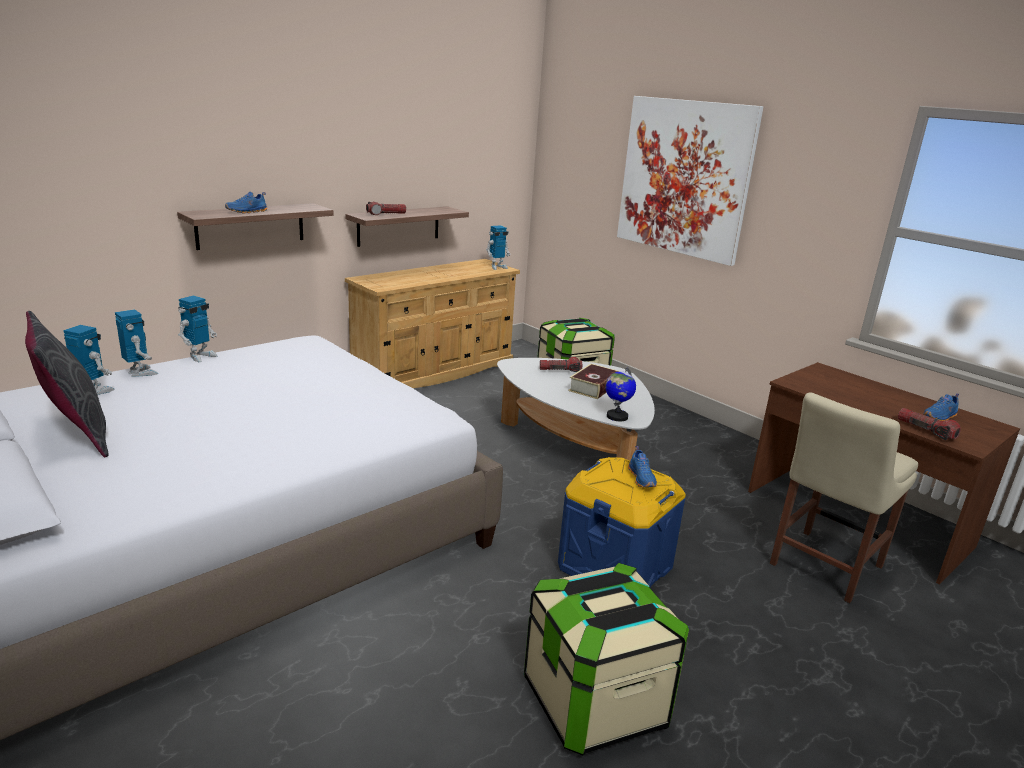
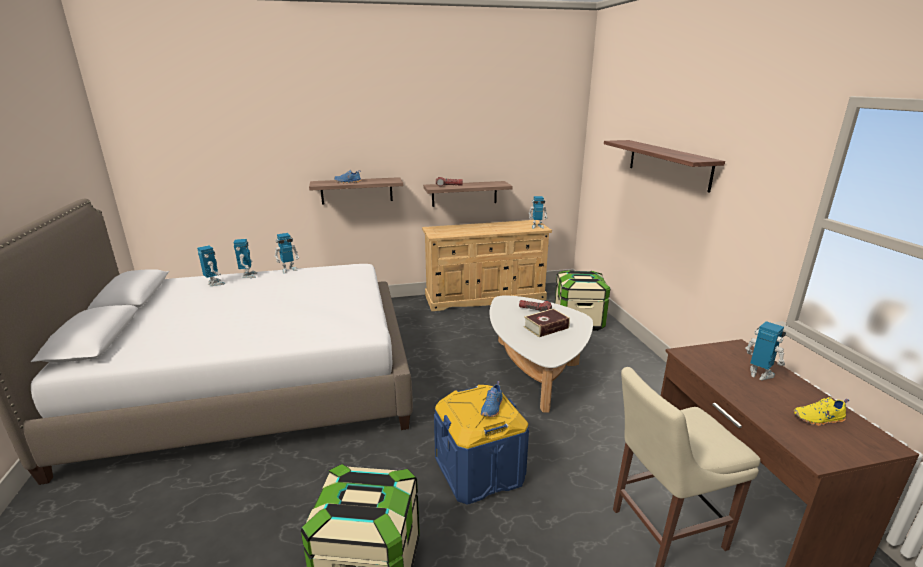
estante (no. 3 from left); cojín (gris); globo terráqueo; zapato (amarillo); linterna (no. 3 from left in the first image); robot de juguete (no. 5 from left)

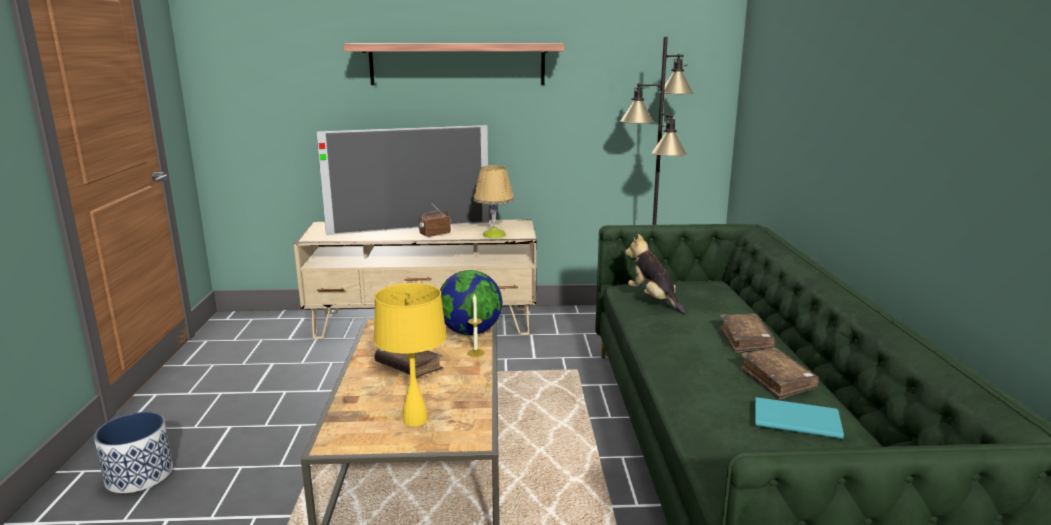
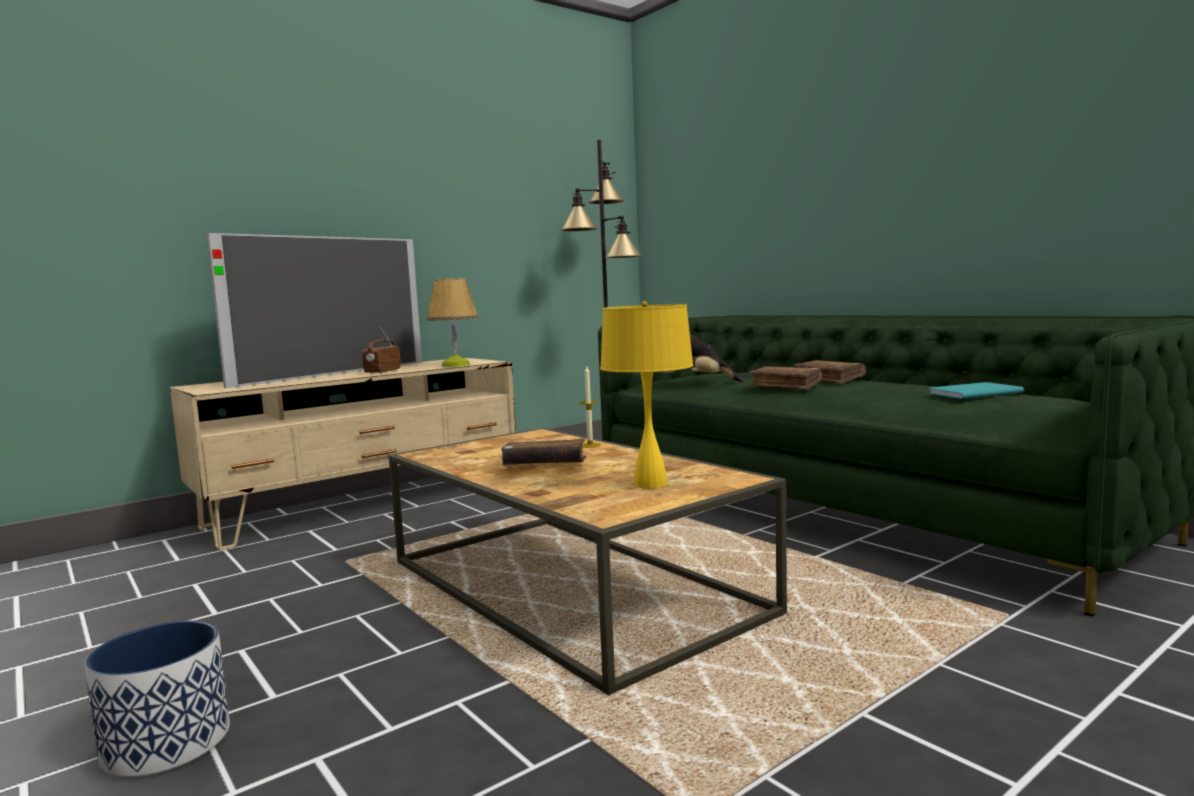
estante; globo terráqueo; libro (marrón) (no. 2 from left)

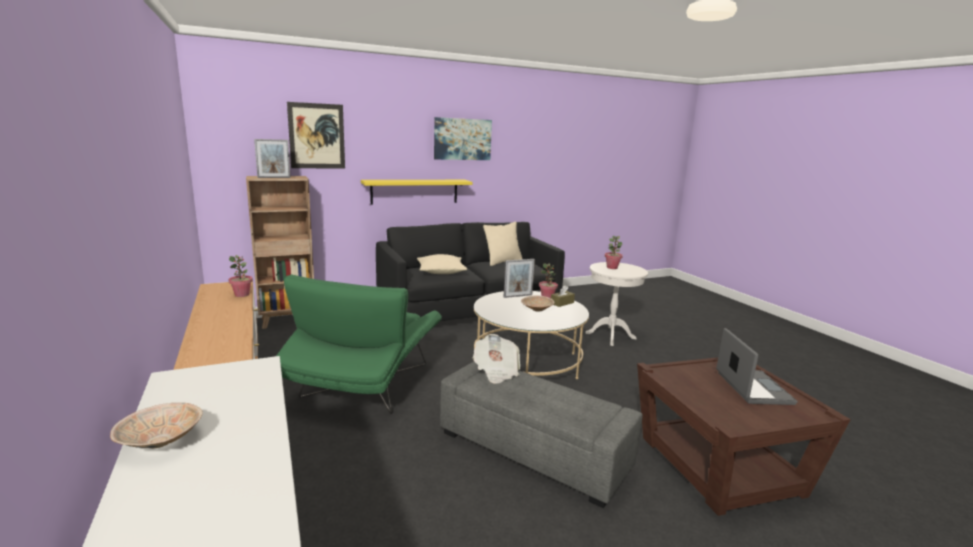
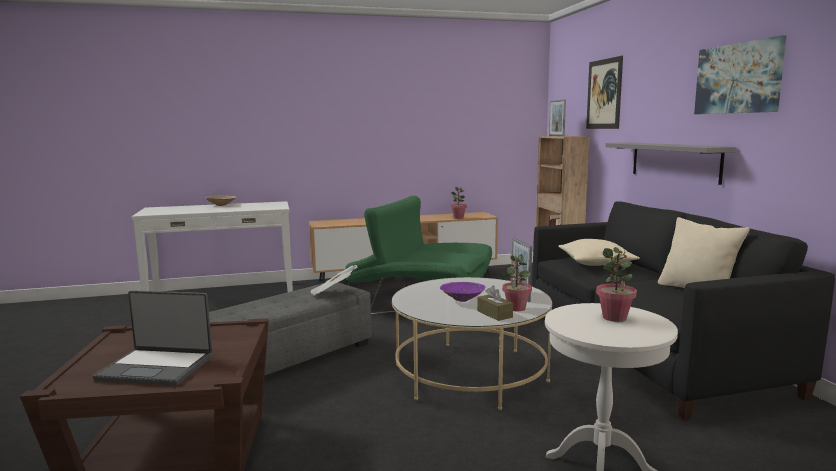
estante (gris); cuenco (morado)

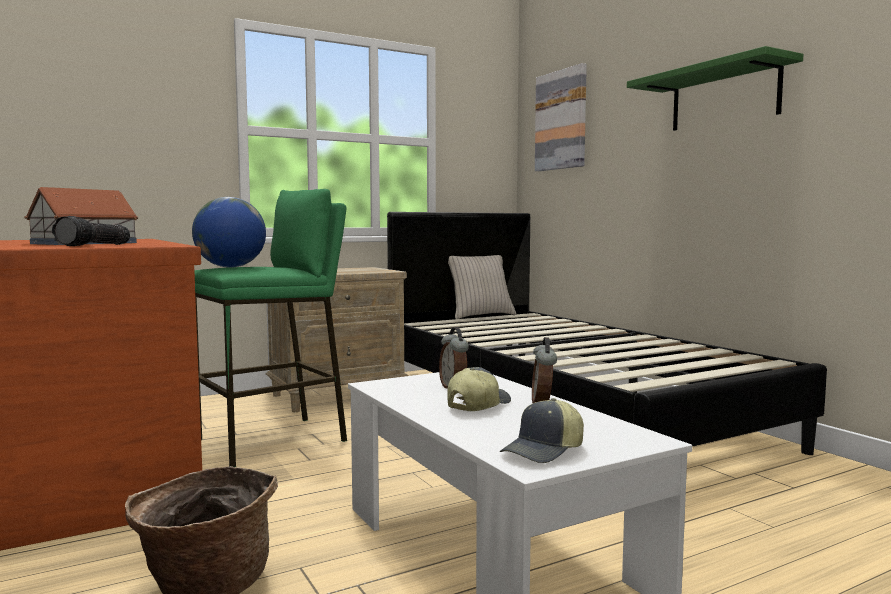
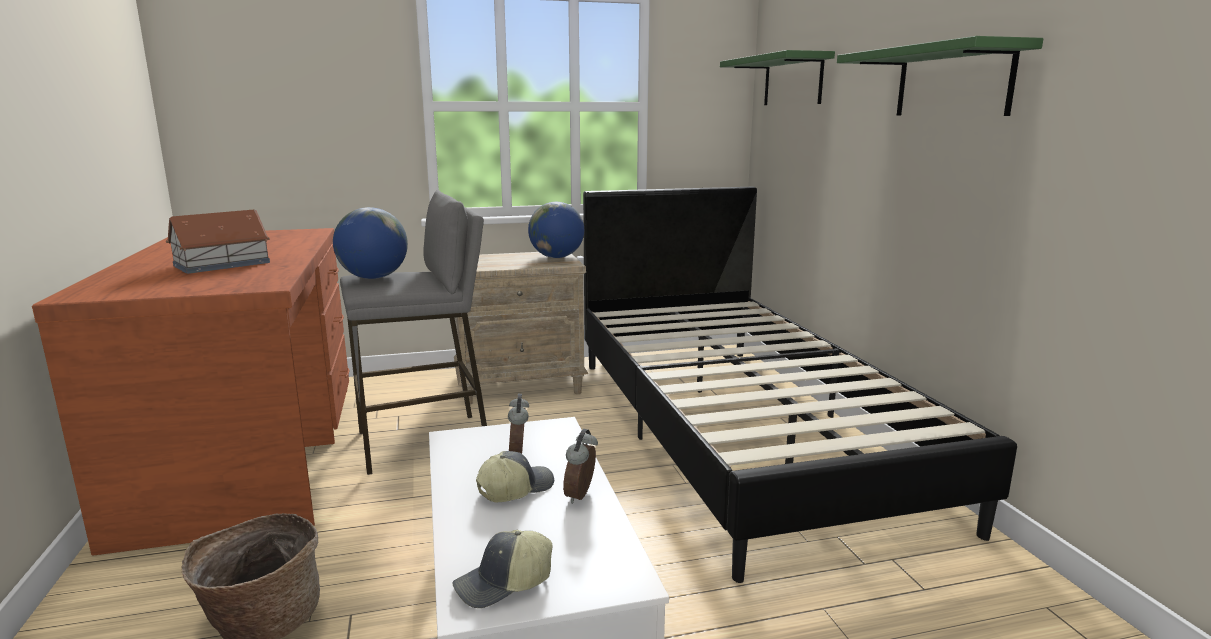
estante (verde) (no. 1 from left); taburete (gris); linterna; cojín (beis); globo terráqueo (no. 2 from left)

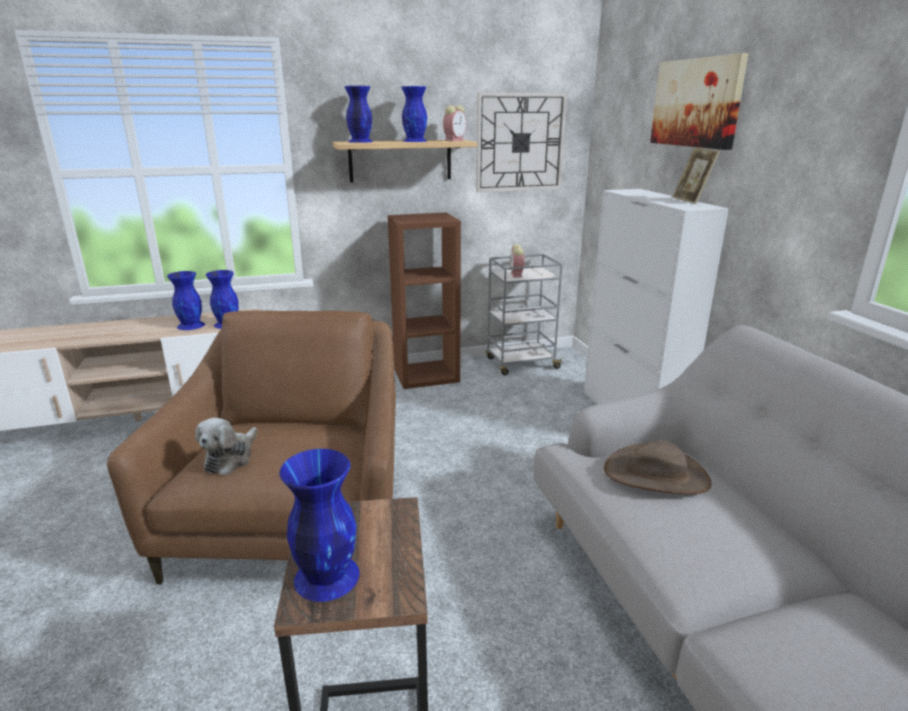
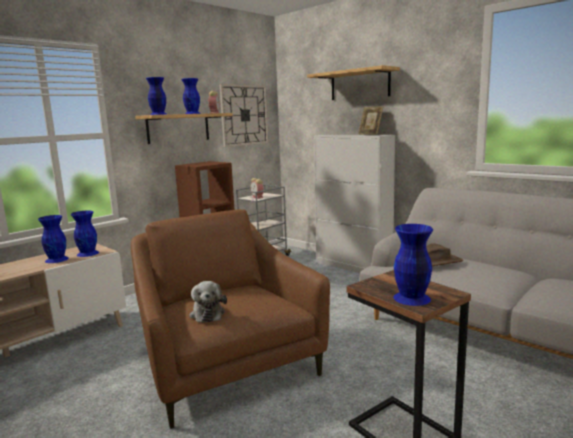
estante (no. 2 from left)

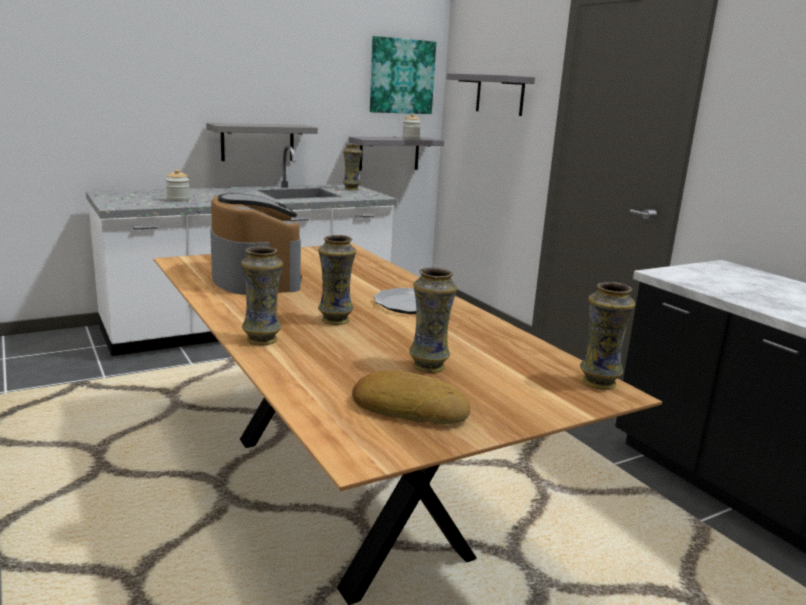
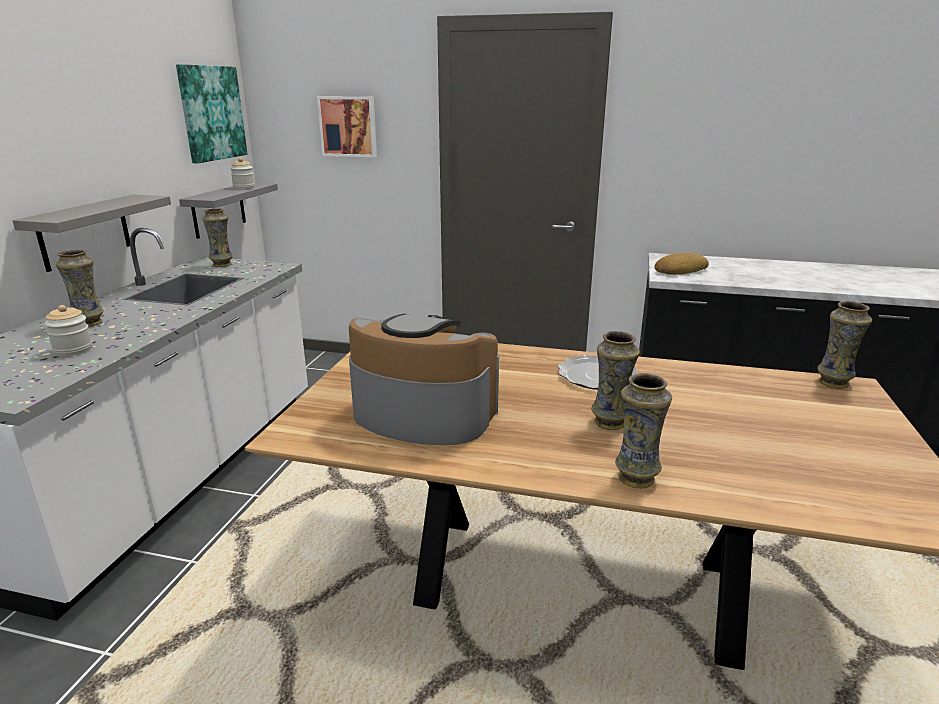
cuadro (no. 2 from left); florero (no. 1 from left); pan

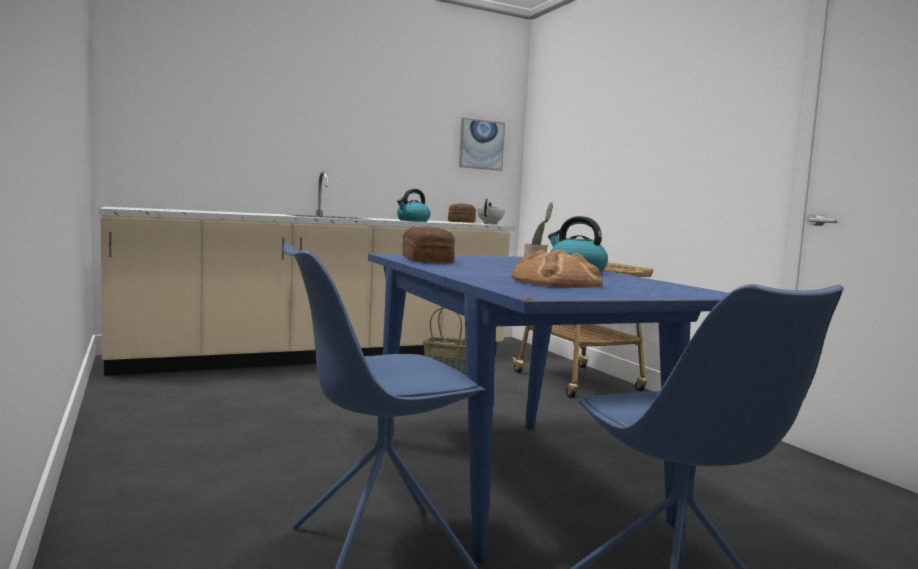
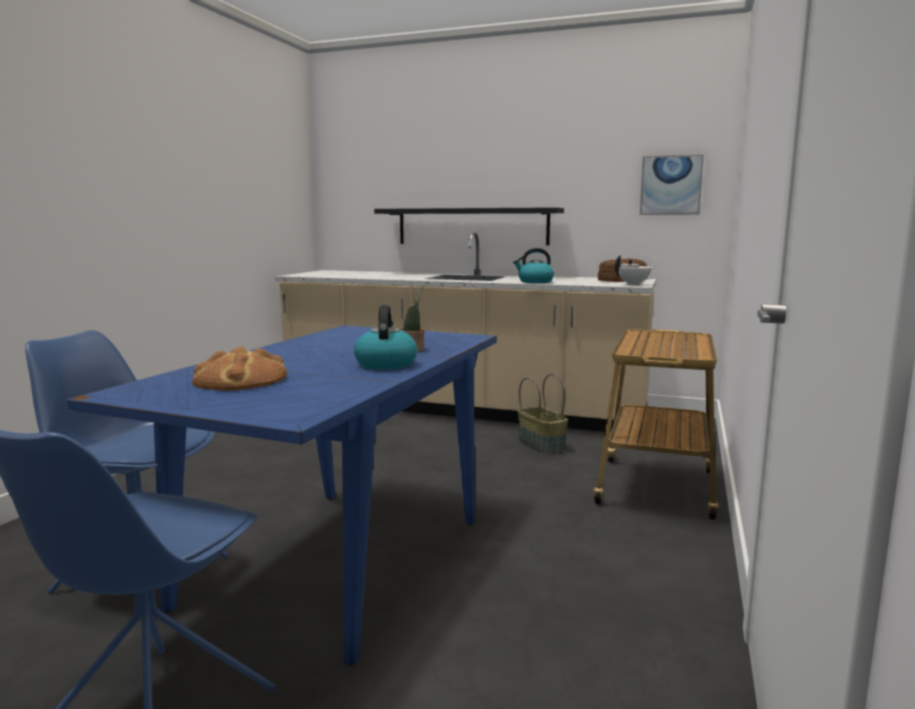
pan (no. 1 from left in the first image); estante (negro)

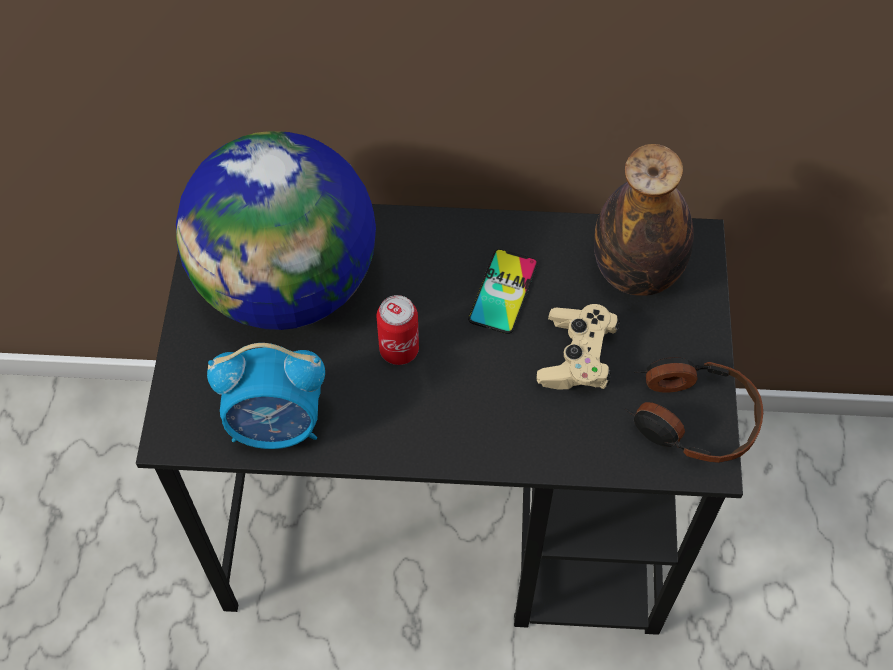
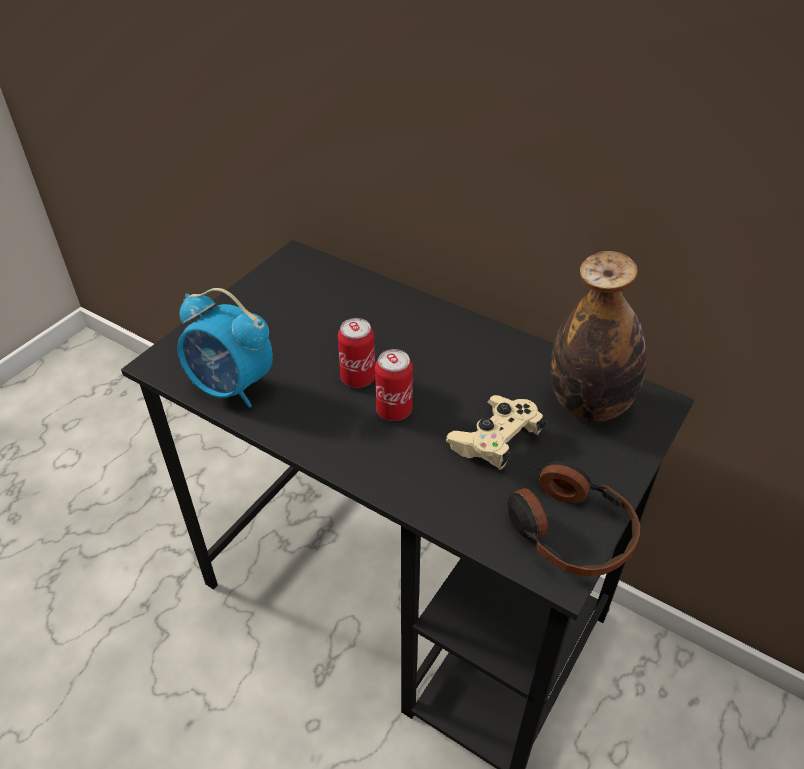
globo terráqueo; móvil; lata (no. 2 from left)

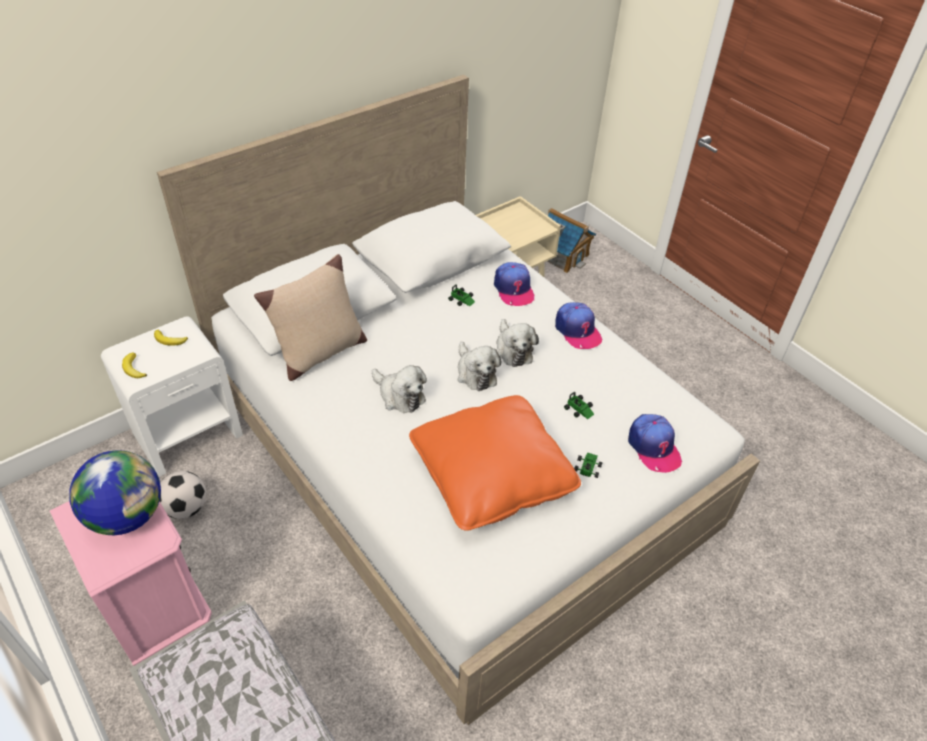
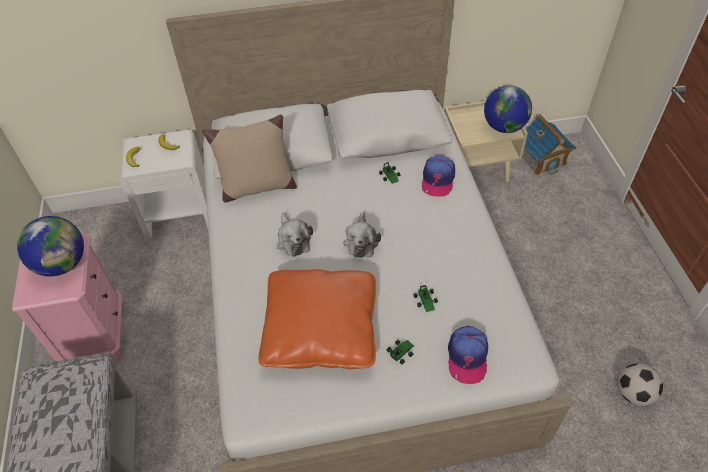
gorra (no. 2 from left in the first image); peluche (no. 3 from left in the first image); balón de fútbol; globo terráqueo (no. 2 from left)

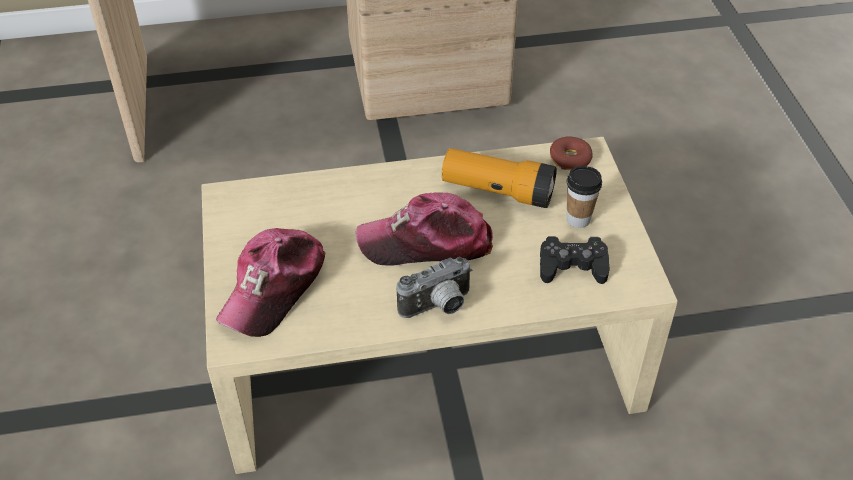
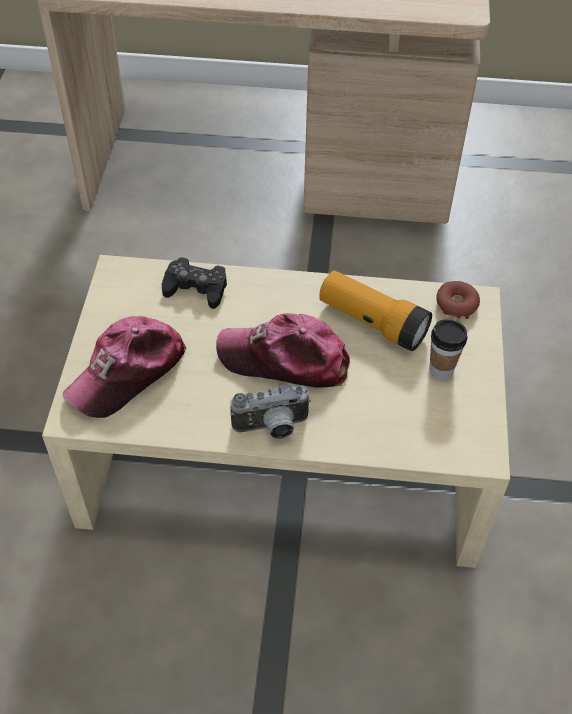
mando de consola (negro)

